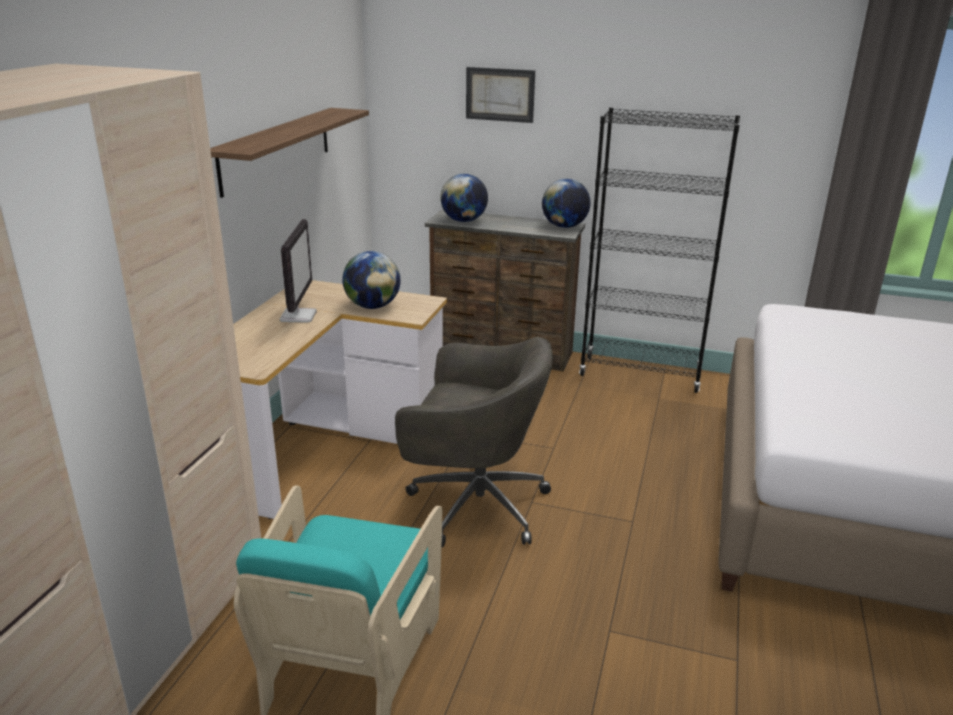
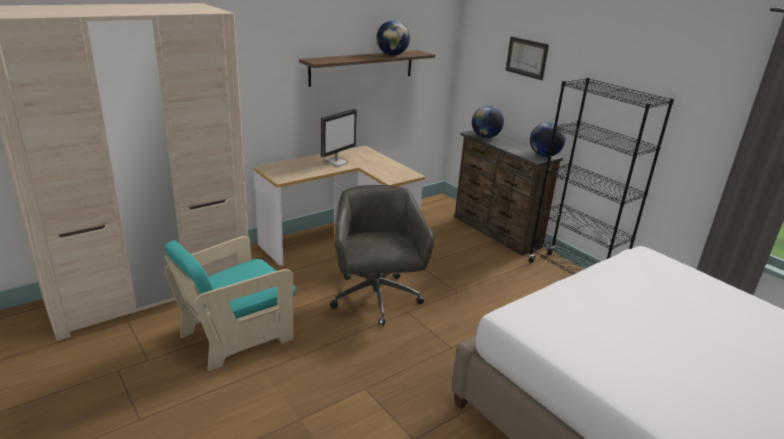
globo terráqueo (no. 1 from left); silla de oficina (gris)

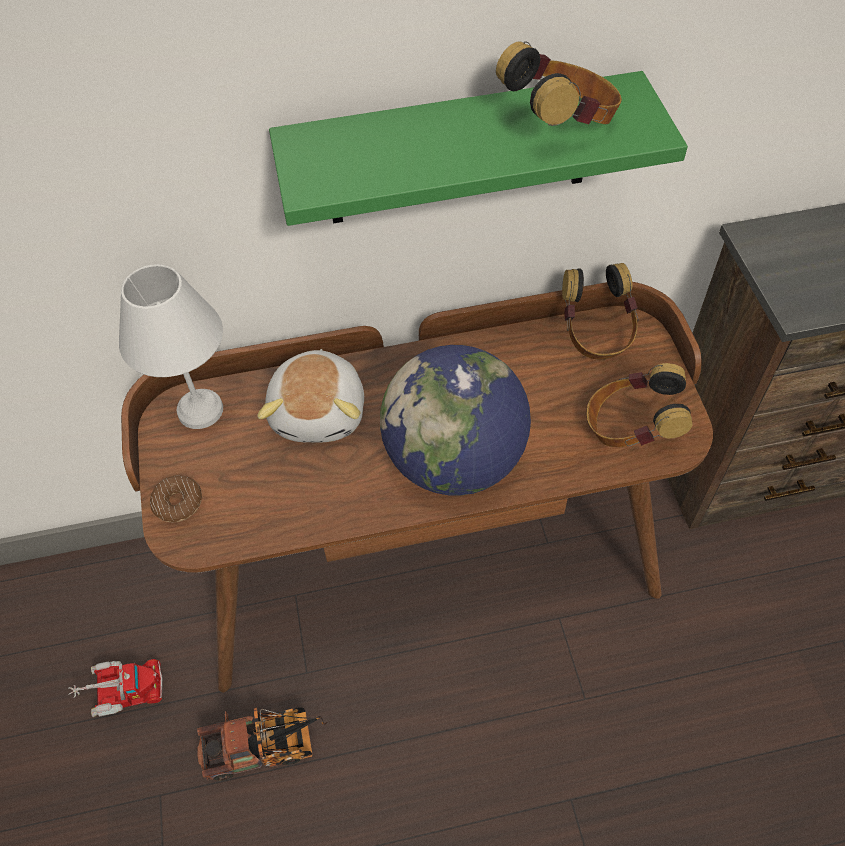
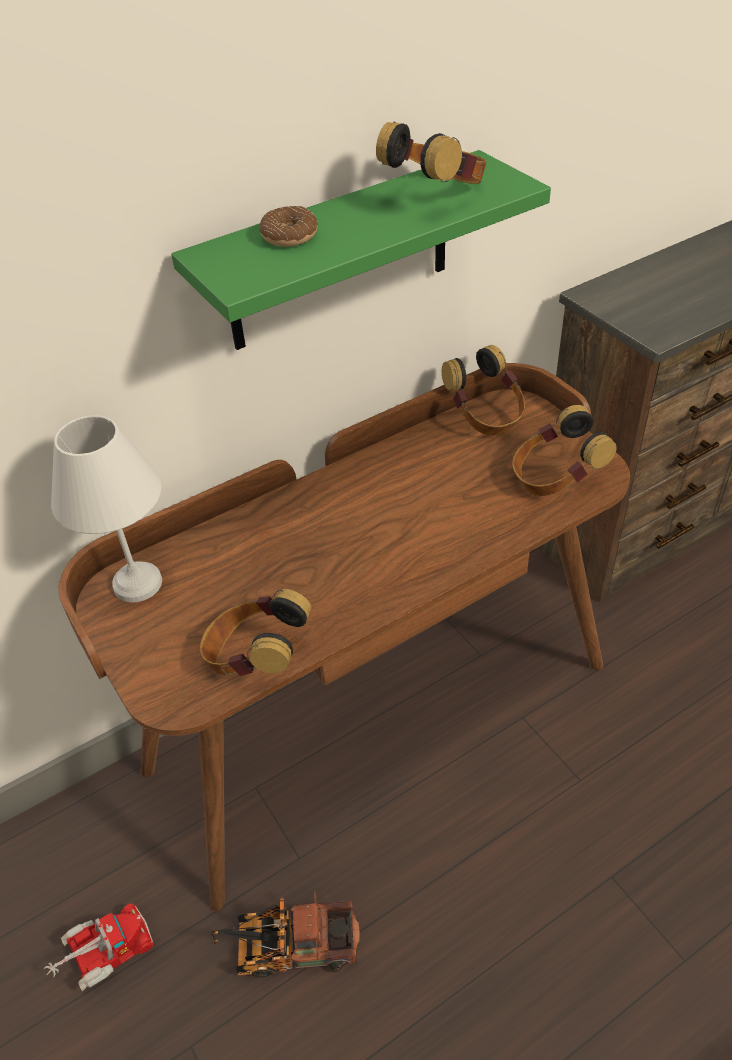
globo terráqueo; peluche; rosquilla; camión de juguete (no. 2 from left); auriculares (no. 1 from left)

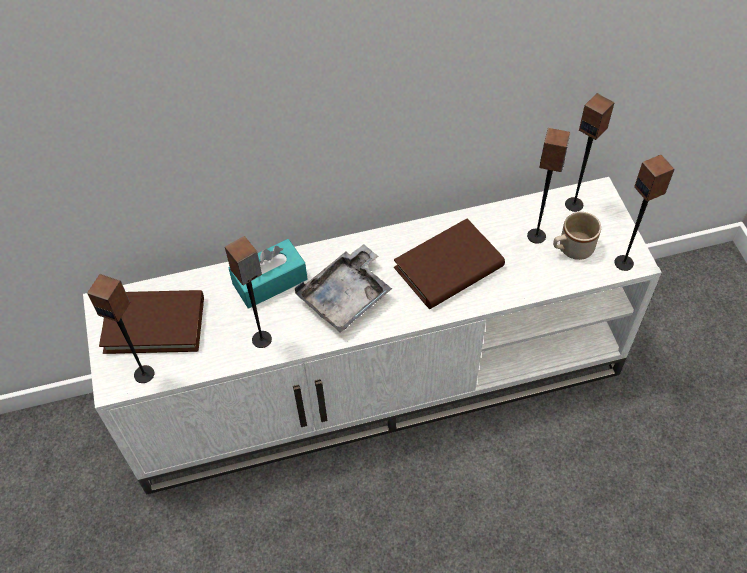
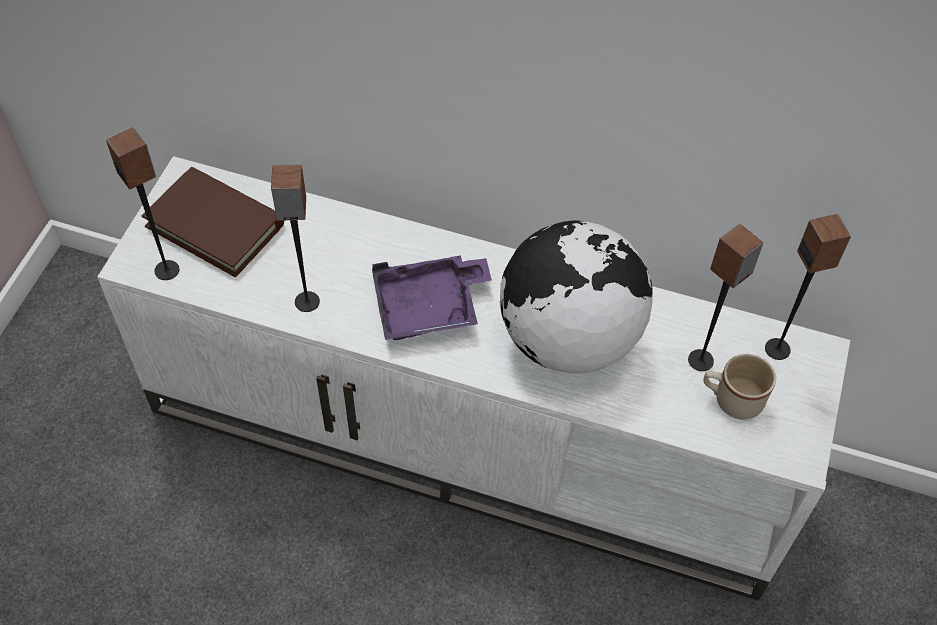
altavoz (no. 5 from left in the first image); globo terráqueo; caja de pañuelos (turquesa); bandeja (morado)

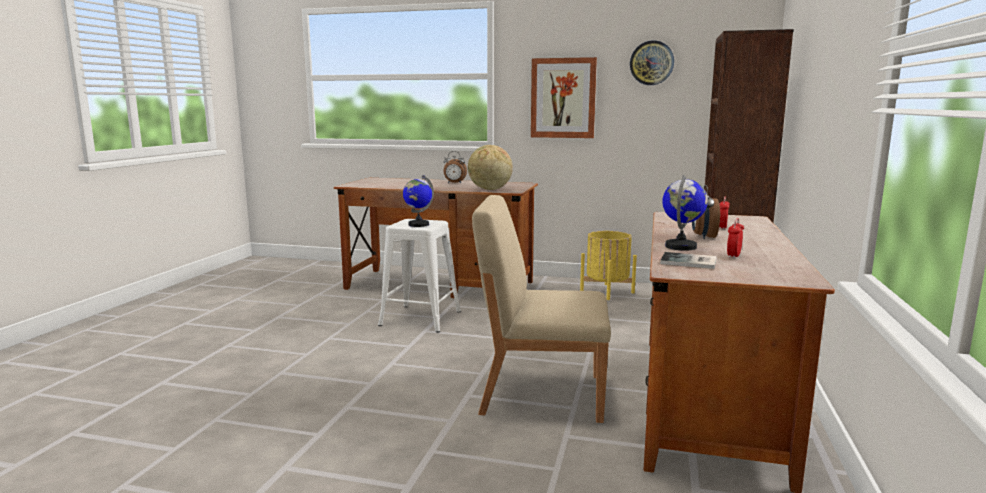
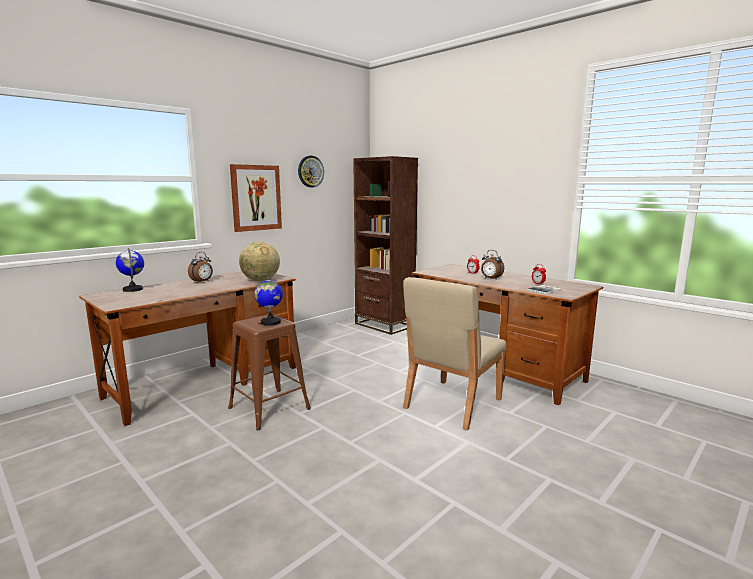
globo terráqueo (no. 1 from left); taburete (marrón); maceta (amarillo)

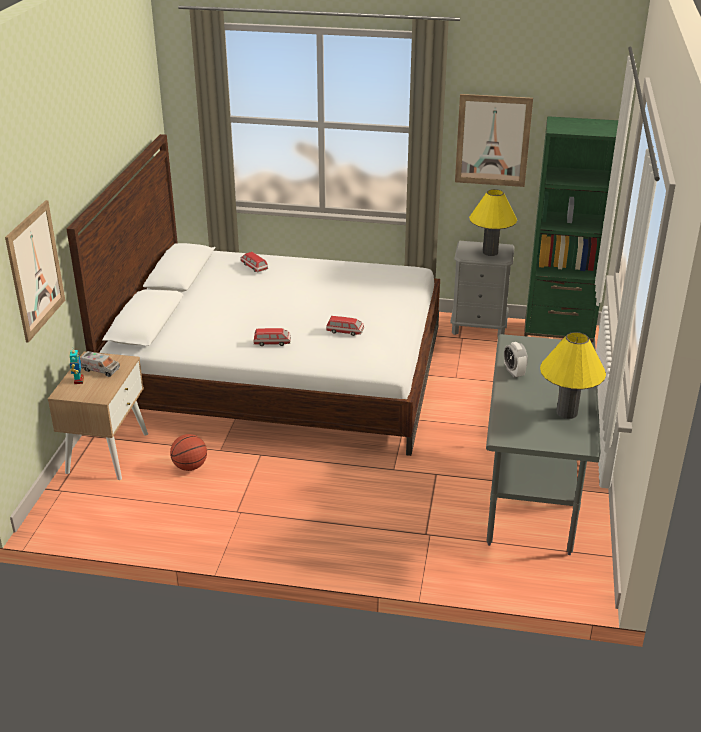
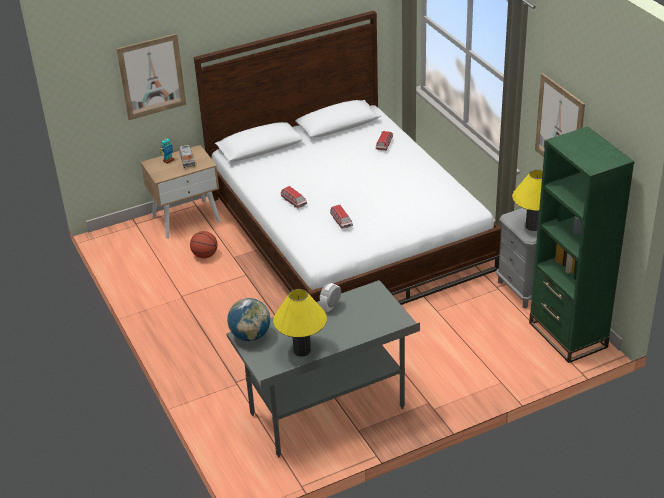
globo terráqueo

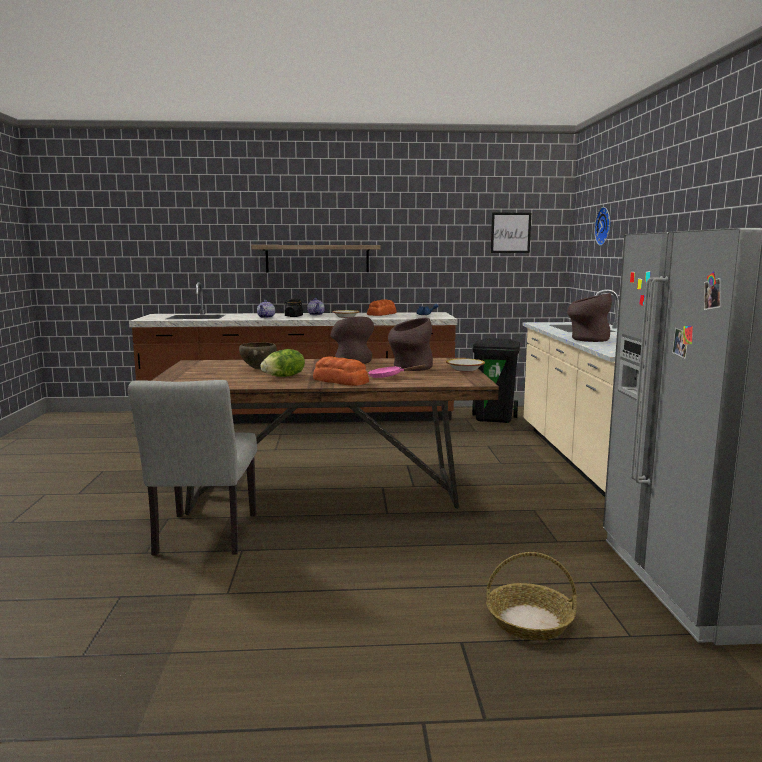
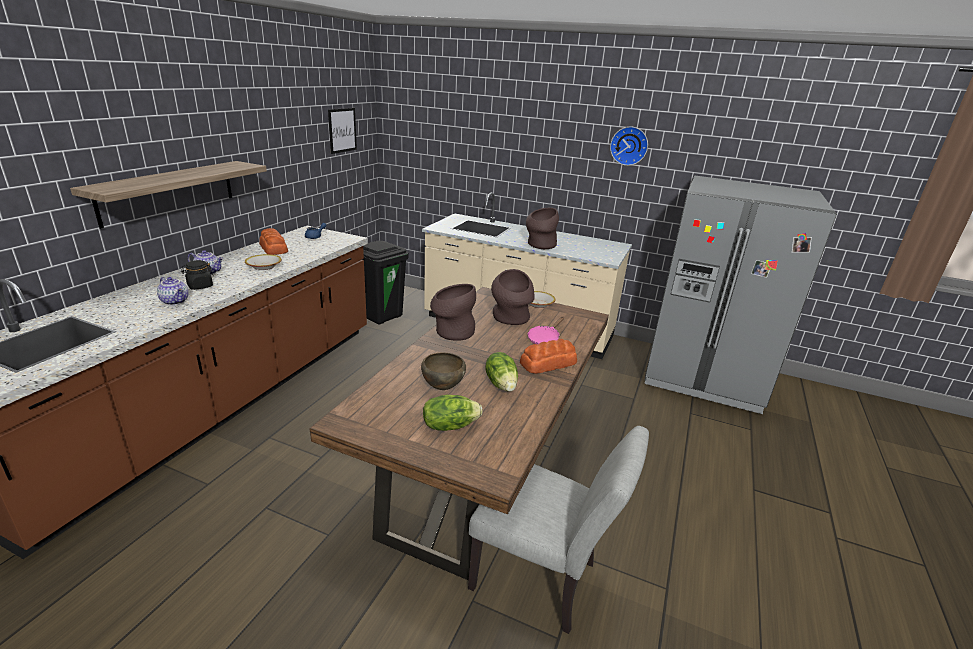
reloj de pared; cesta; lechuga (no. 1 from left)

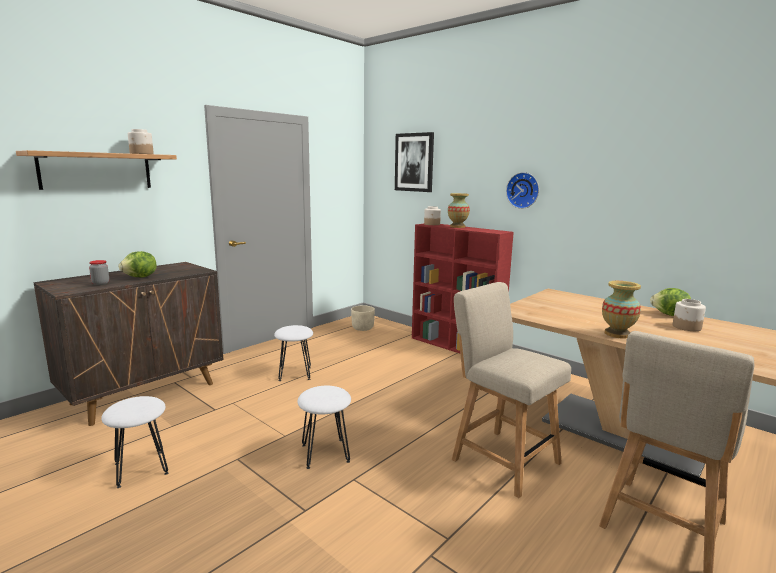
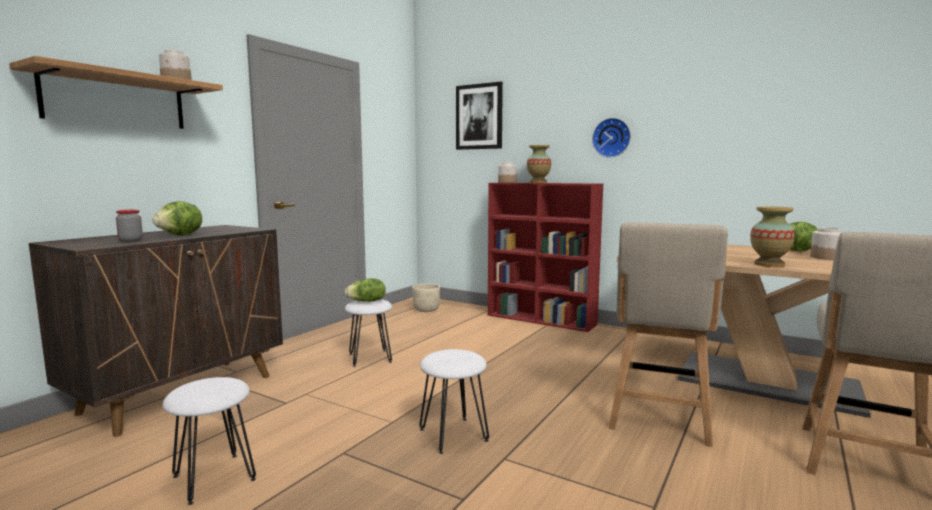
silla (beis) (no. 1 from left); lechuga (no. 2 from left)

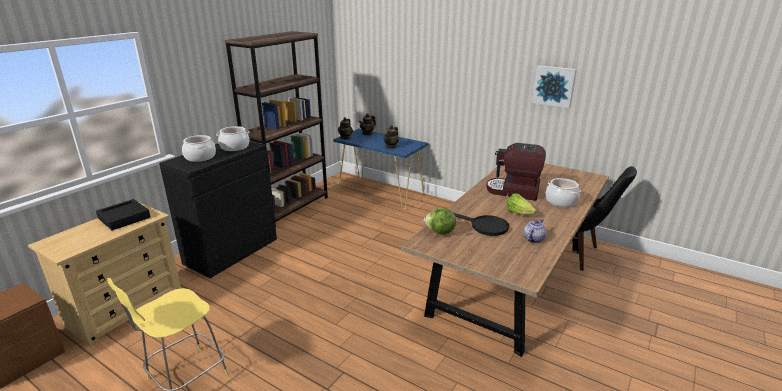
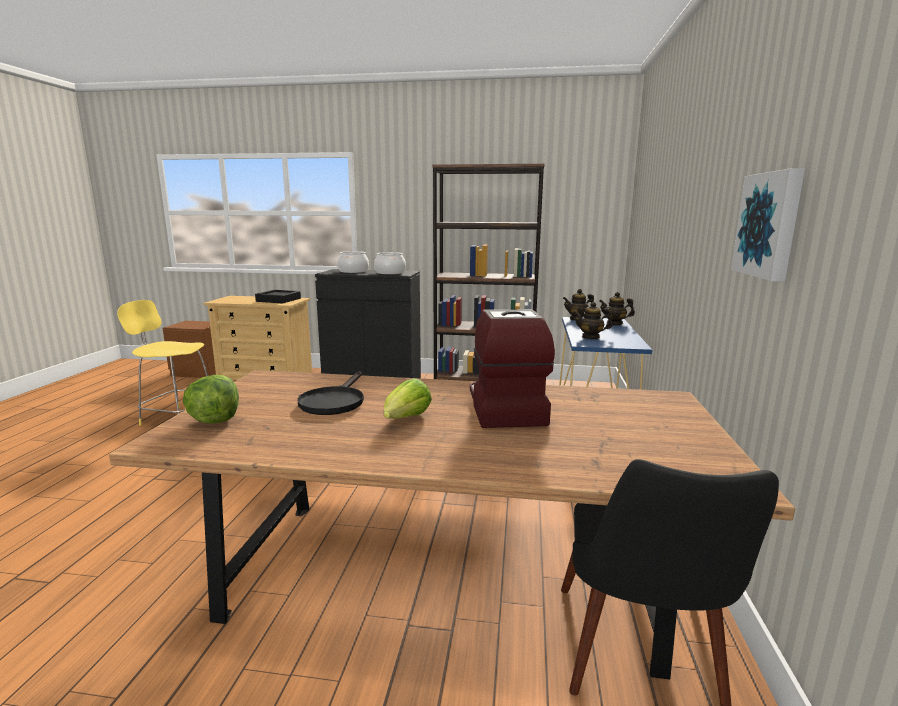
olla (no. 3 from left in the first image); lechuga (no. 1 from left); tetera (no. 4 from left in the first image)

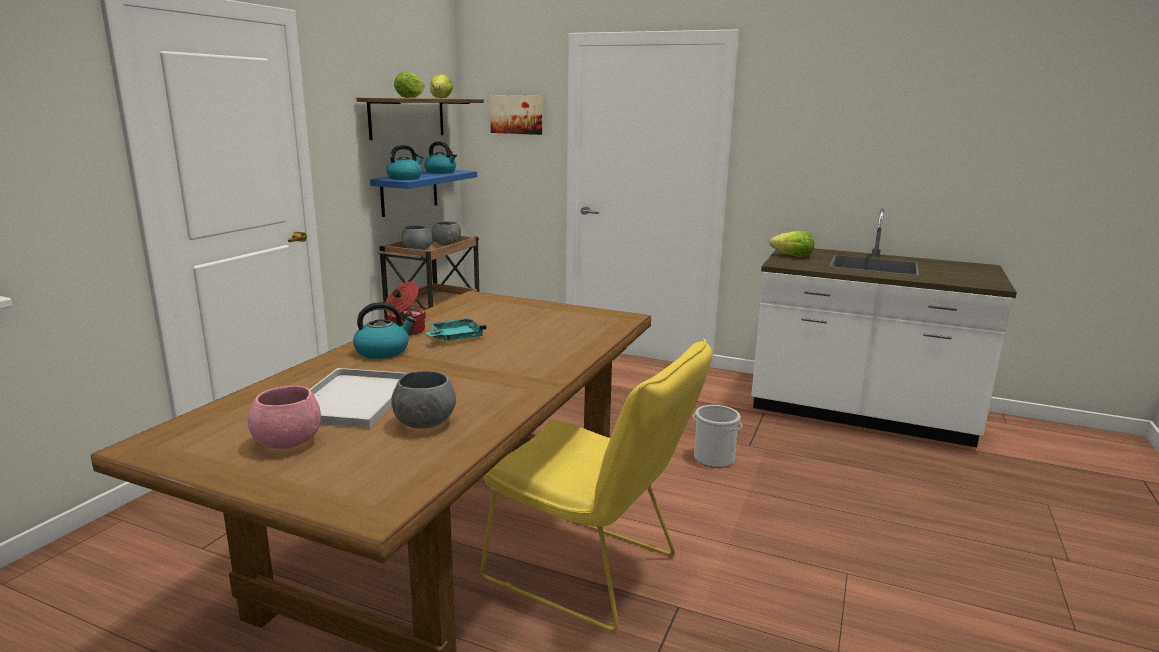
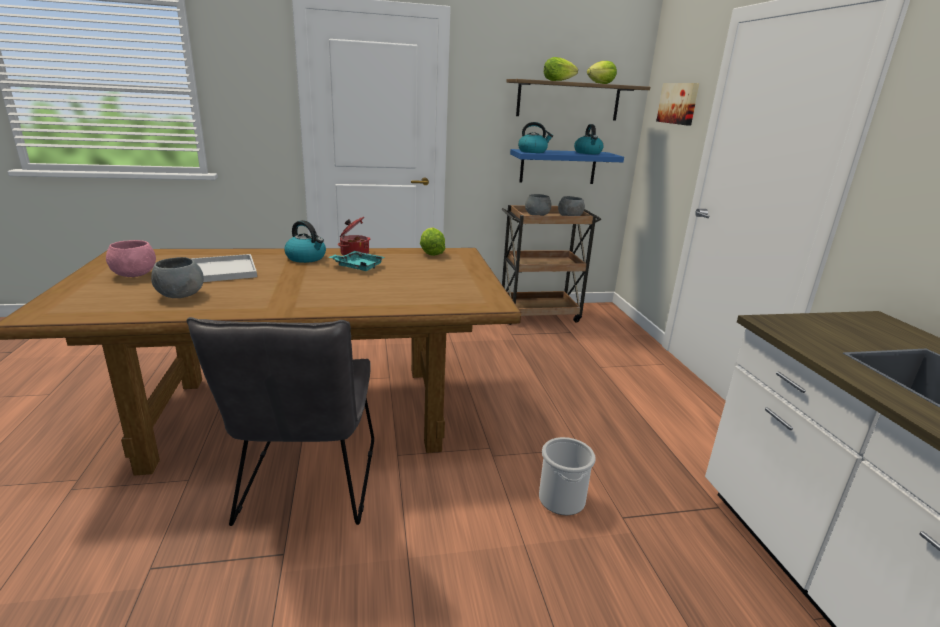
lechuga (no. 1 from left); silla (gris)

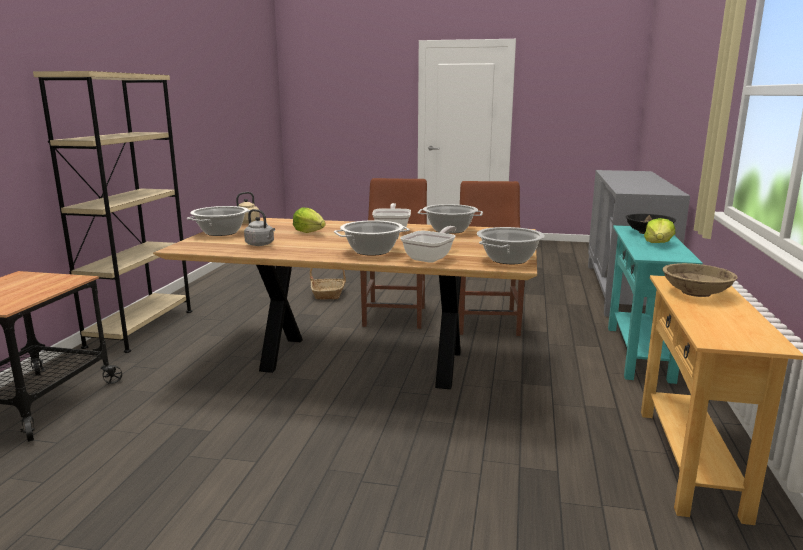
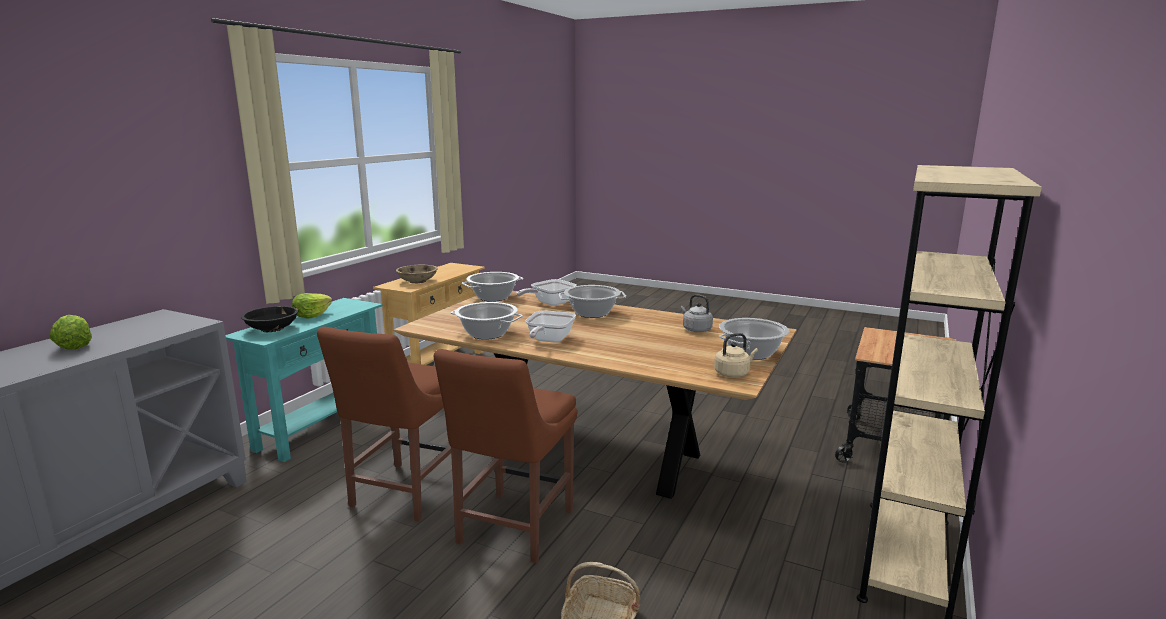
lechuga (no. 1 from left)

